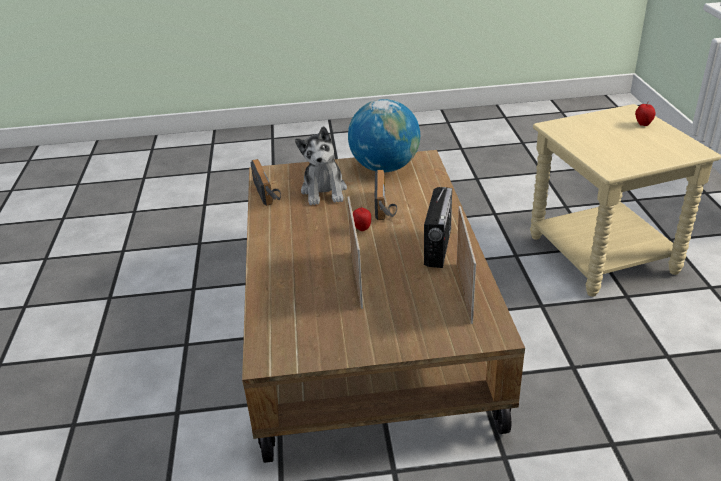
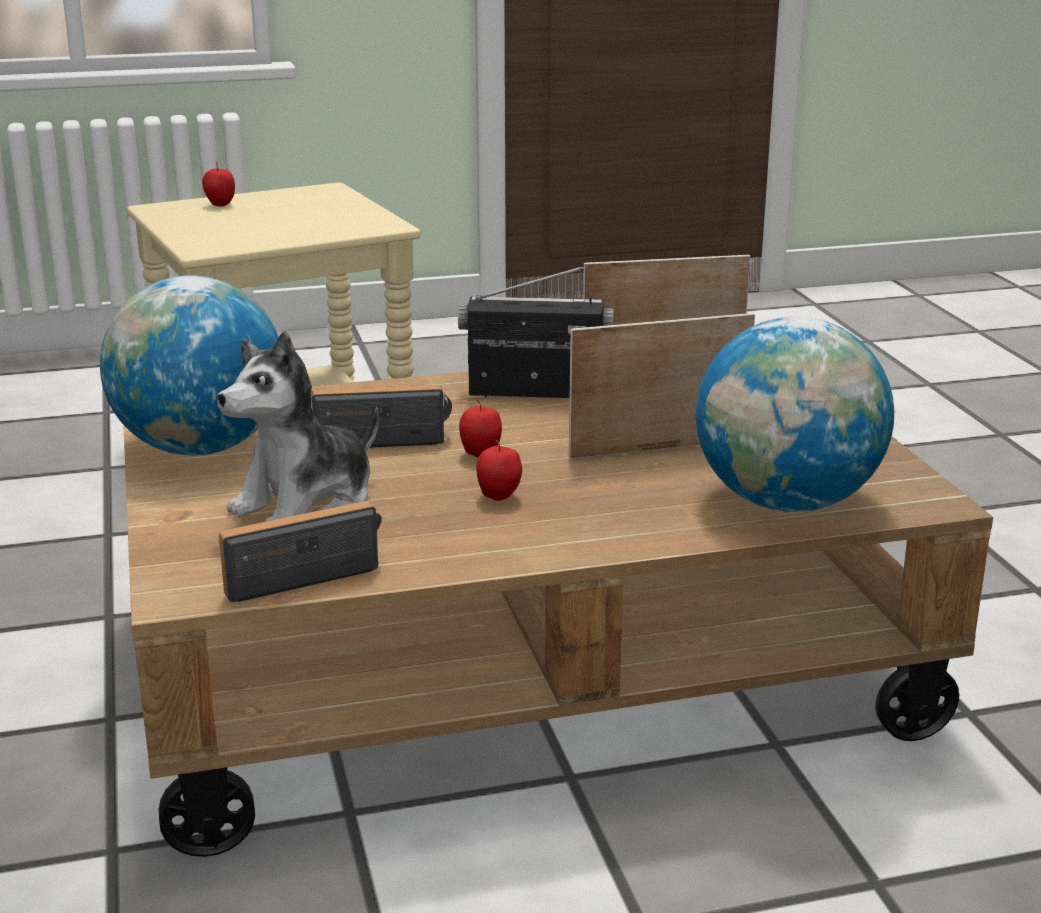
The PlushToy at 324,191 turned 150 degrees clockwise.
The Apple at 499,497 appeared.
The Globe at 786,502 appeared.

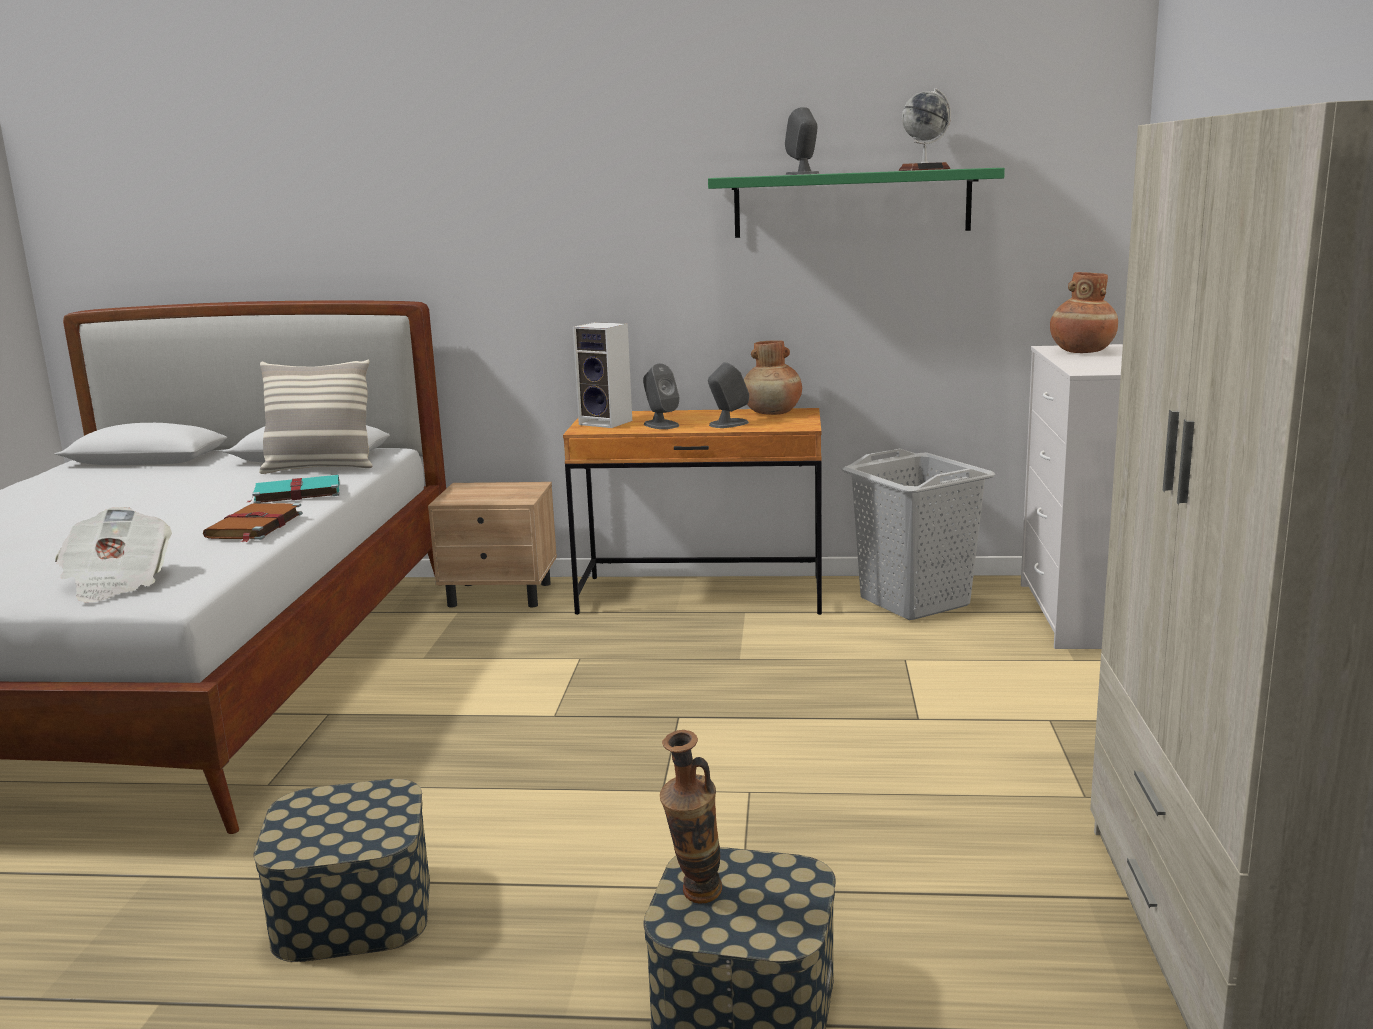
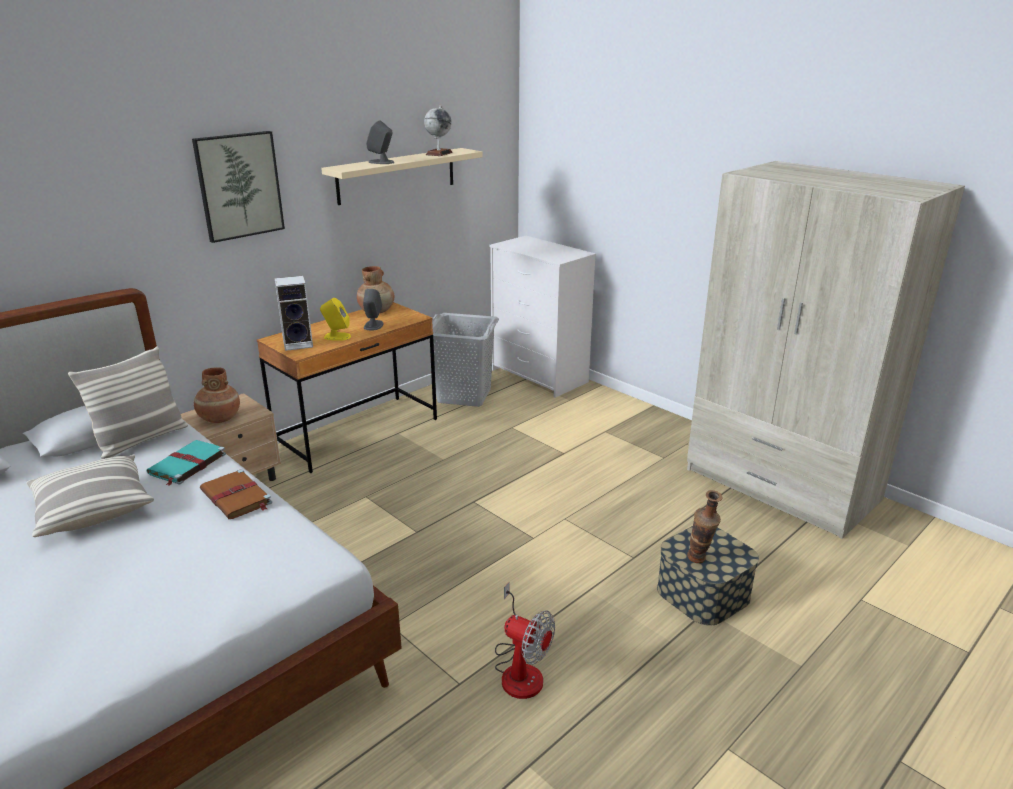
The Pillow at 92,508 appeared.
The Picture at 239,186 appeared.
The BrownVase moved from 1081,351 to 219,418.
The GreySpeaker at 661,425 became the YellowSpeaker at 337,336.
The GreenShelf at 851,203 became the BeigeShelf at 397,175.
The StorageBox at 353,909 was replaced by the Fan at 520,669.
The Newspaper at 117,583 disappeared.

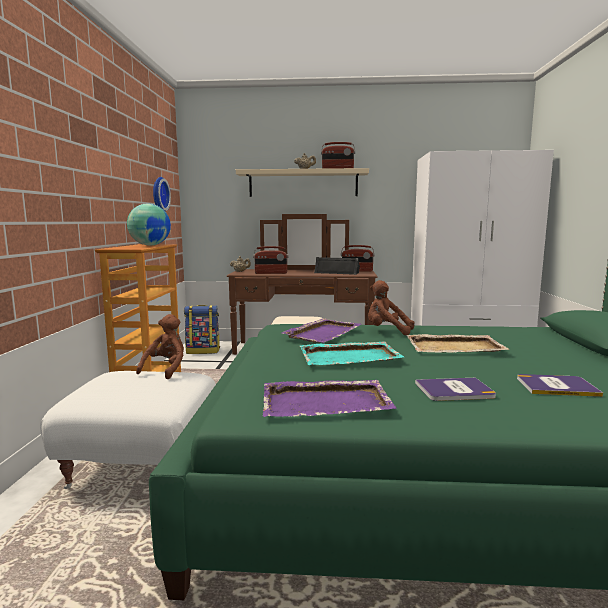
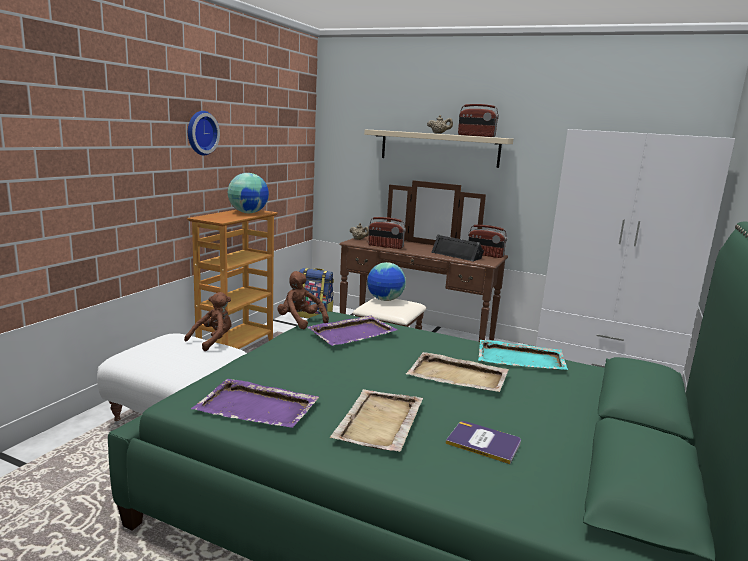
The WallClock moved from 158,194 to 200,133.
The BrownPlushToy moved from 387,331 to 300,321.
The Book at 454,390 was replaced by the BeigeTray at 378,423.
The Globe at 385,300 appeared.
The TurquoiseTray moved from 350,357 to 521,359.

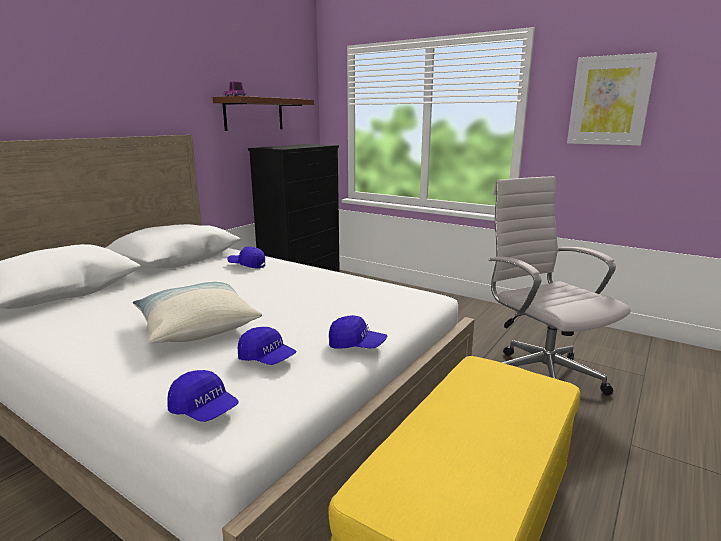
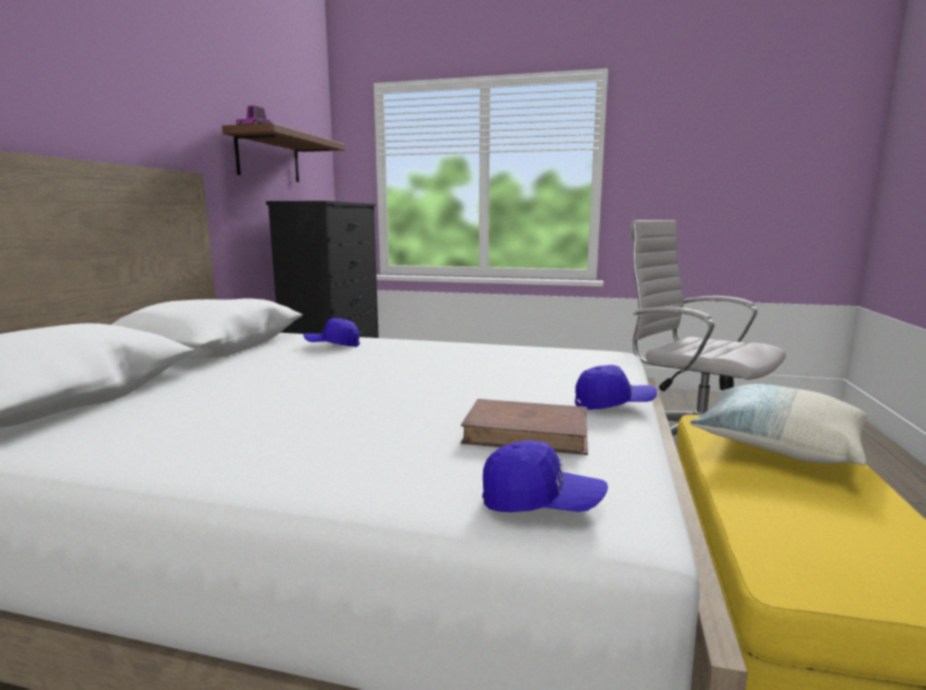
The BlueCap at 267,359 was replaced by the BrownBook at 527,433.
The Pillow moved from 196,327 to 778,445.
The Picture at 609,101 disappeared.

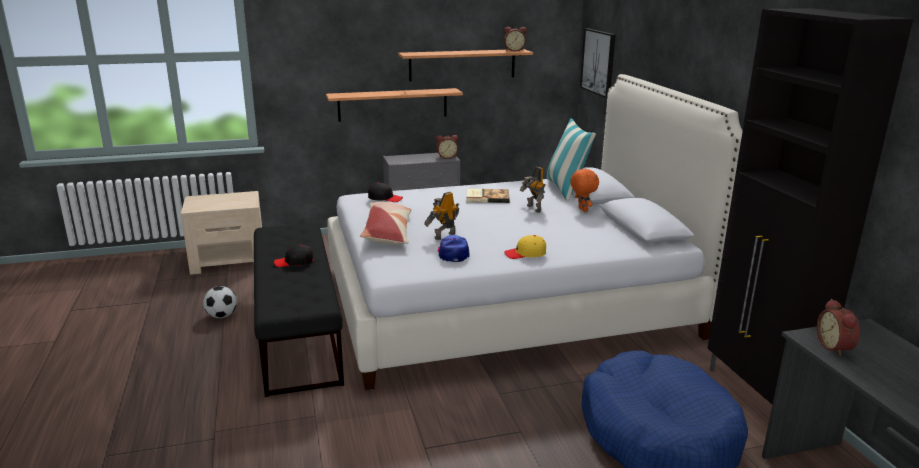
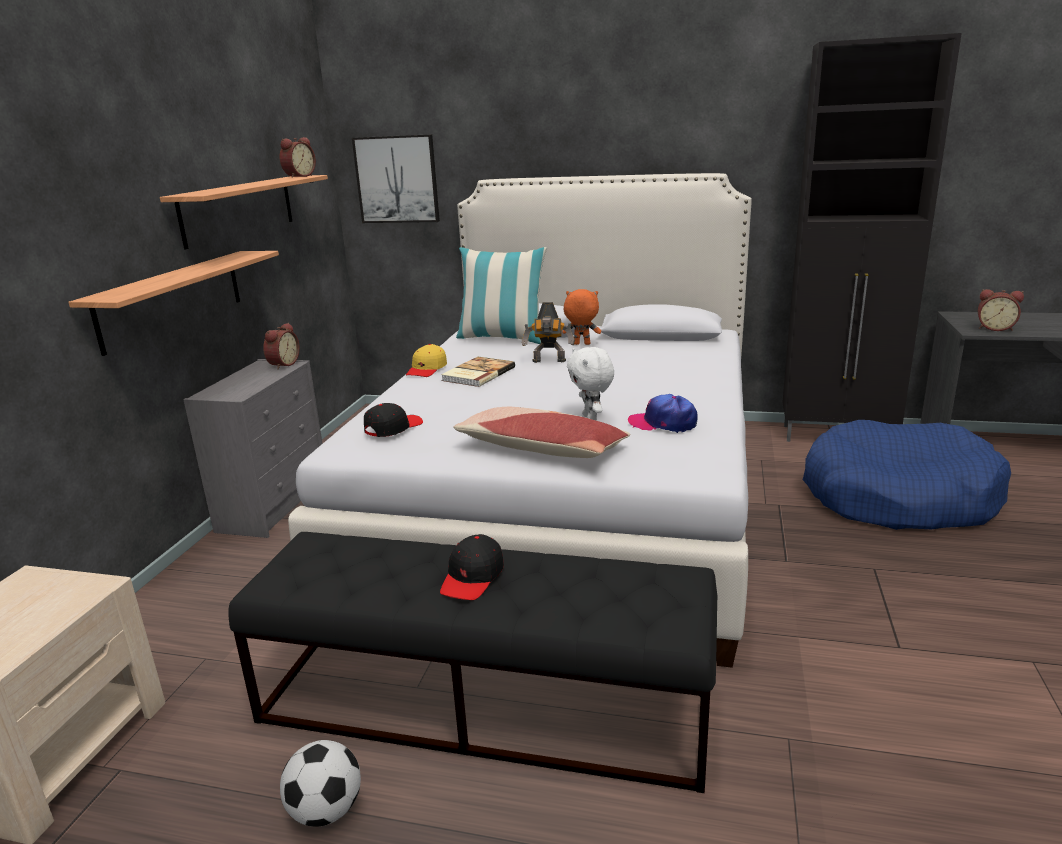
The YellowCap moved from 525,254 to 427,369.
The ToyRobot at 443,236 was replaced by the WhitePlushToy at 591,418.

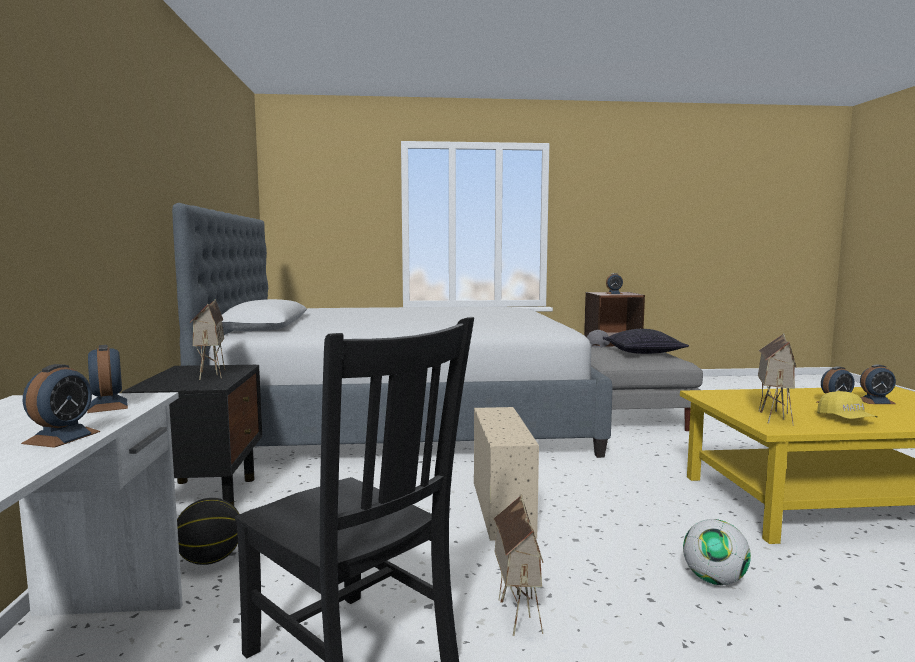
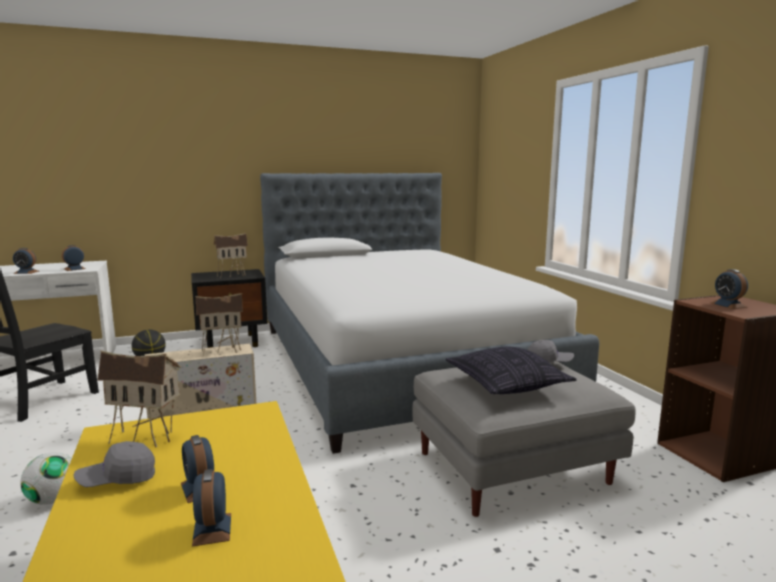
The YellowCap at 845,419 became the GreyCap at 117,479.
The ToyHouse moved from 516,612 to 222,350.

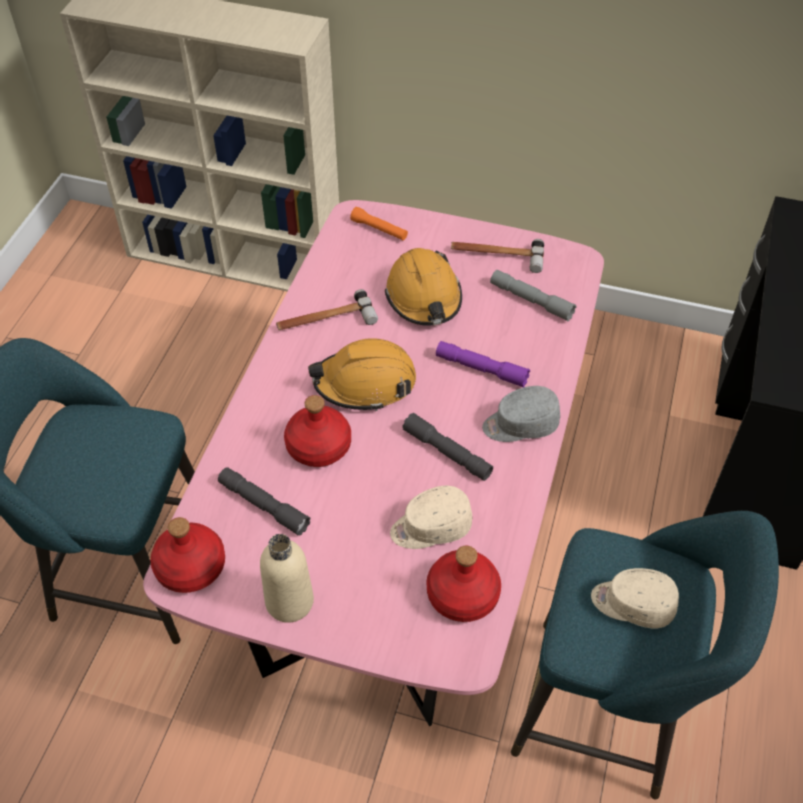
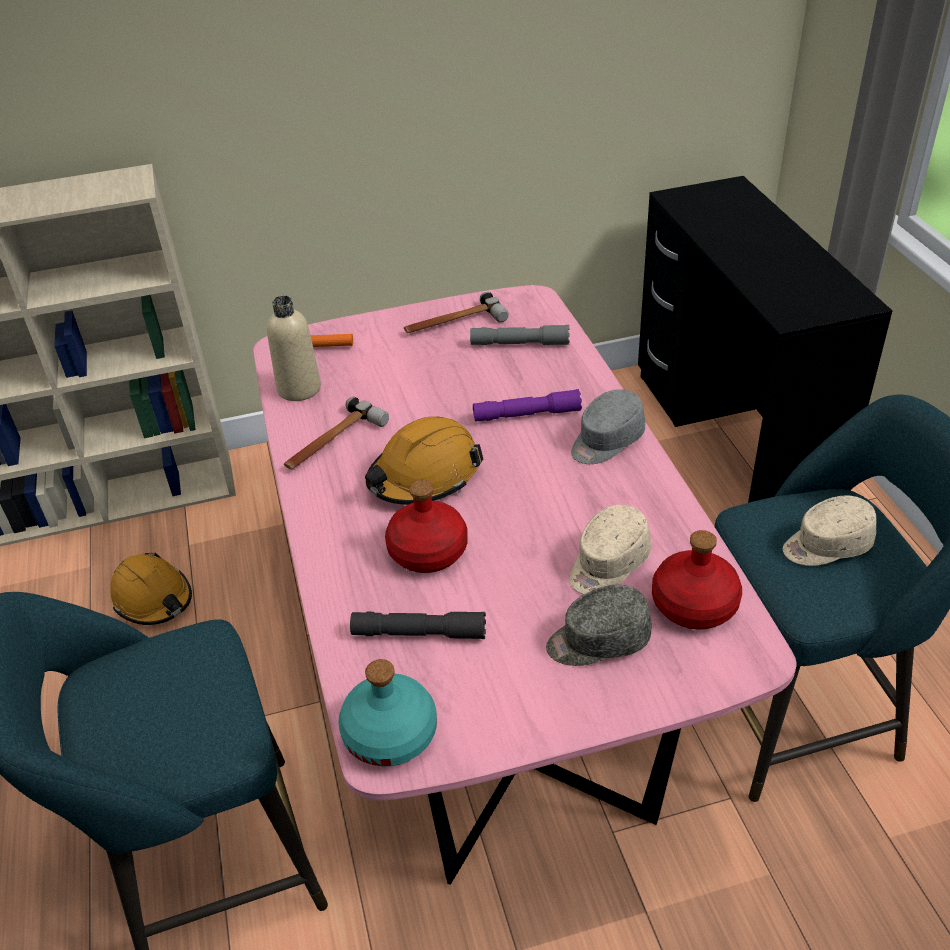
The OrangeHardHat moved from 424,297 to 153,598.
The BeigeBottle moved from 289,601 to 299,389.
The RedBottle at 191,566 became the TurquoiseBottle at 391,733.
The GreyCap at 597,641 appeared.
The GreyFlashlight at 447,452 disappeared.

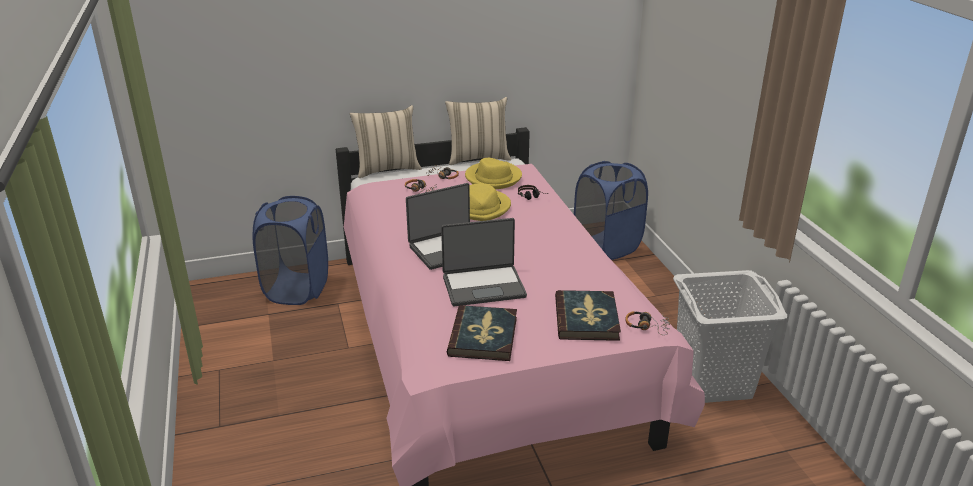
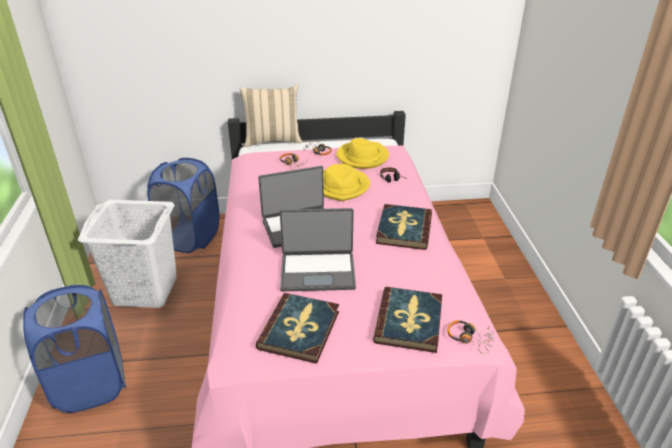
The BlueLaundryBasket moved from 606,246 to 91,385.
The WhiteLaundryBasket moved from 713,382 to 145,291.
The Book at 403,229 appeared.
The BeigePillow at 478,158 disappeared.

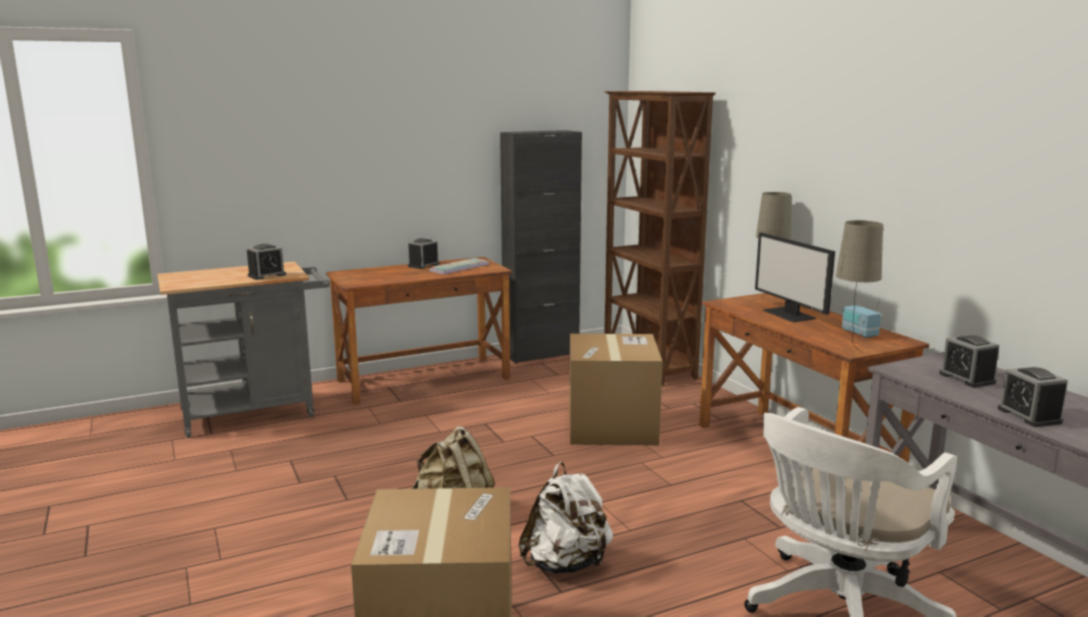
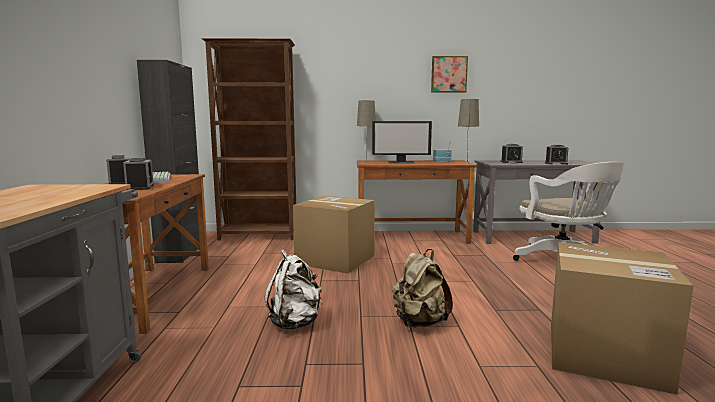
The AlarmClock moved from 267,275 to 140,187.
The WhiteBackpack moved from 566,564 to 295,323.
The Picture at 448,74 appeared.

